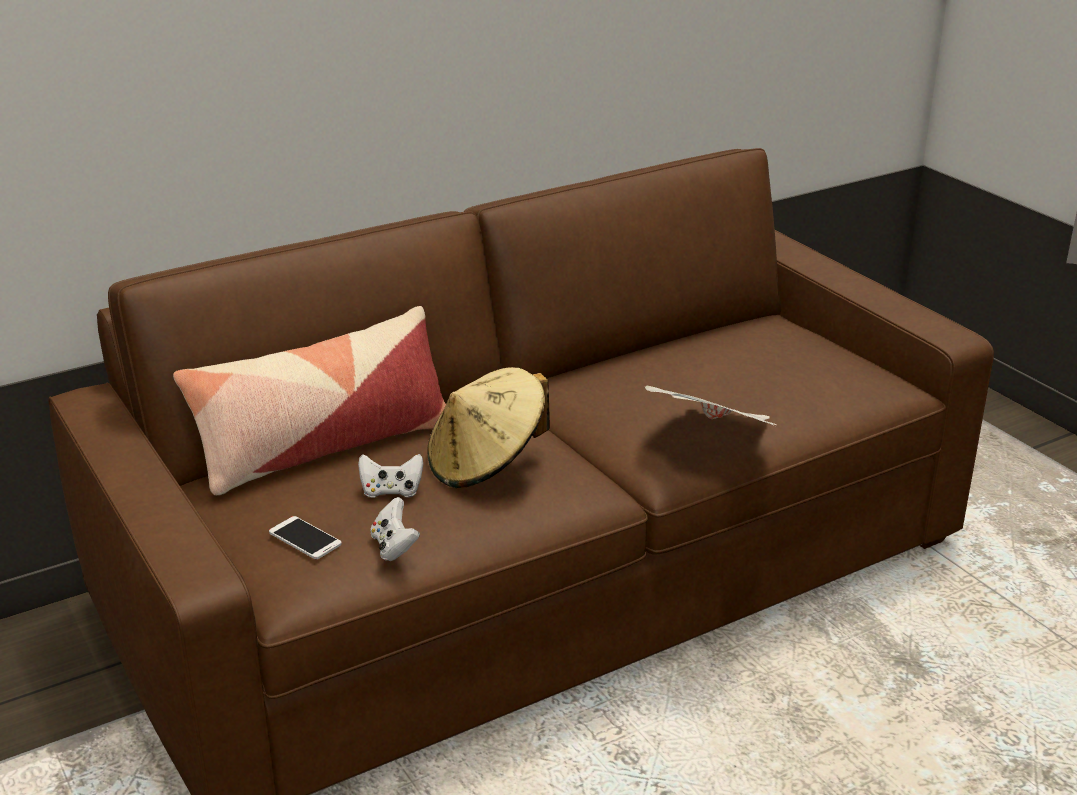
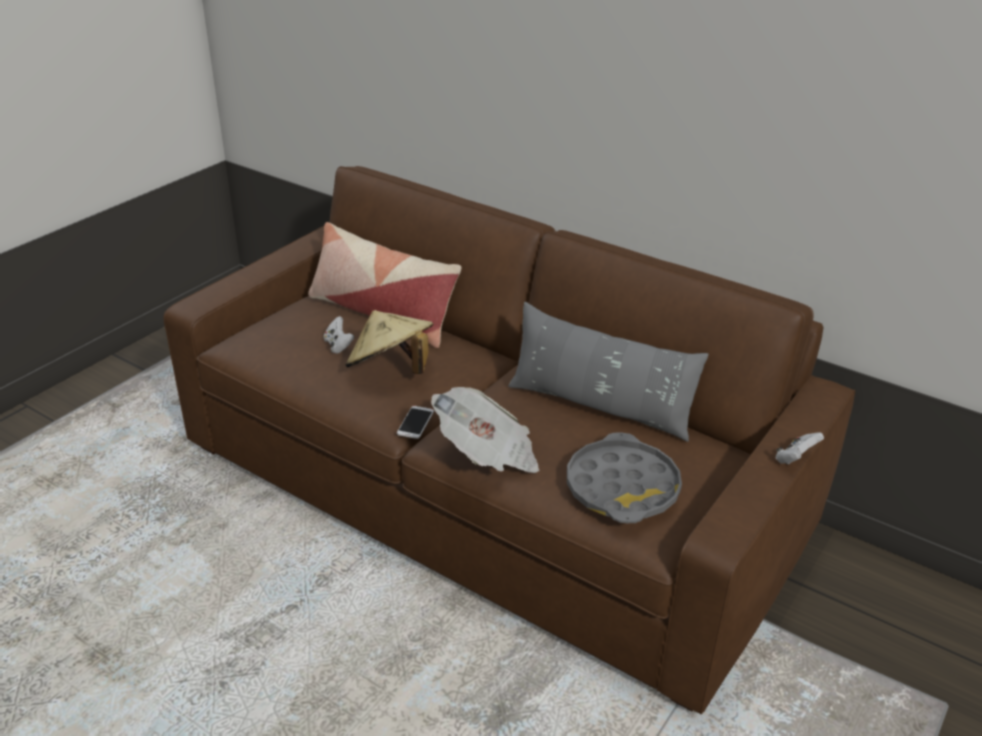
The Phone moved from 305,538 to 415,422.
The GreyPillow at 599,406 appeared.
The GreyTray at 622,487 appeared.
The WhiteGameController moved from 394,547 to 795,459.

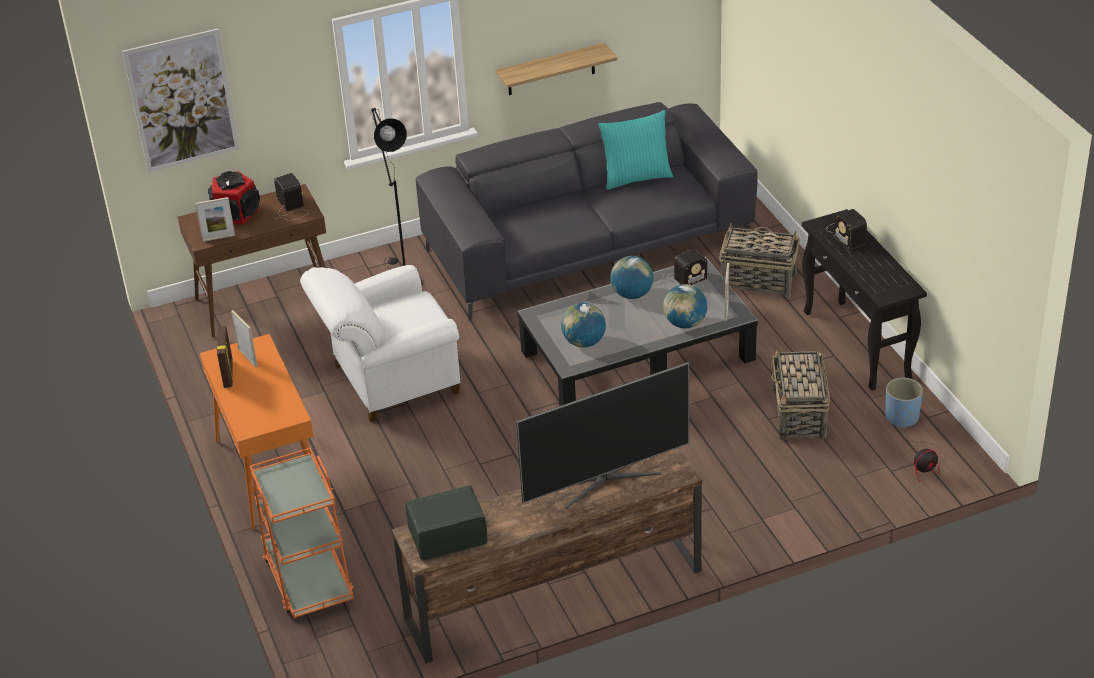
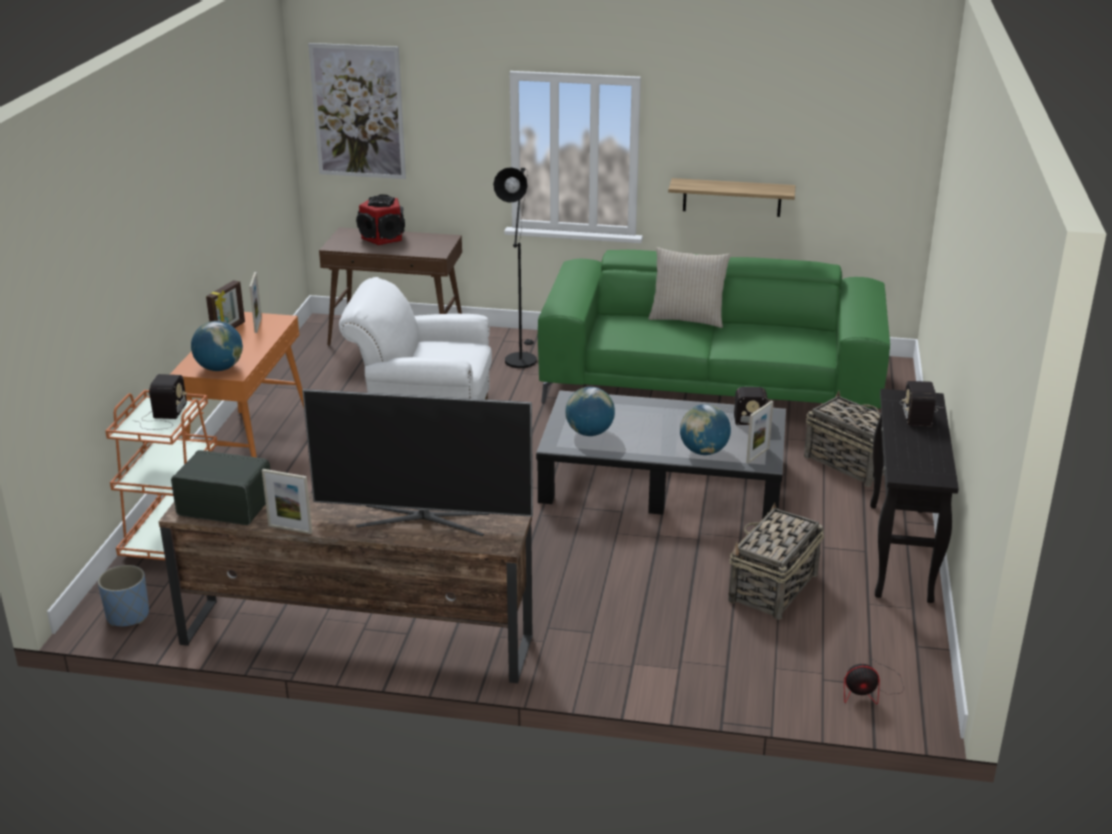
The BluePlanter moved from 901,417 to 128,616.
The Radio moved from 292,208 to 163,416.
The Globe moved from 632,294 to 219,368.
The PictureFrame moved from 218,238 to 290,529.
The GreySofa at 588,245 became the GreenSofa at 711,384.
The BeigePillow at 687,319 appeared.
The TurquoisePillow at 636,177 disappeared.

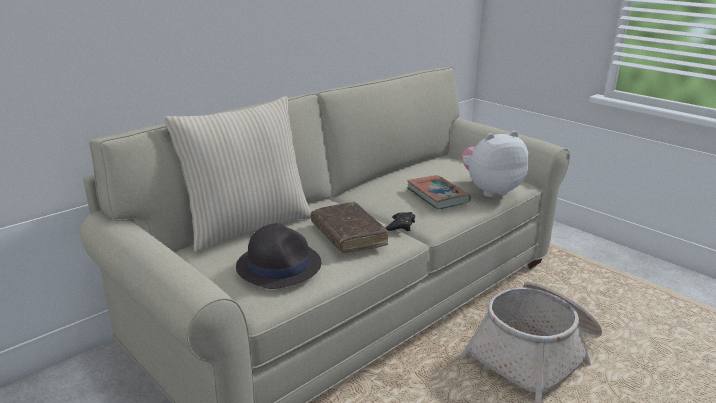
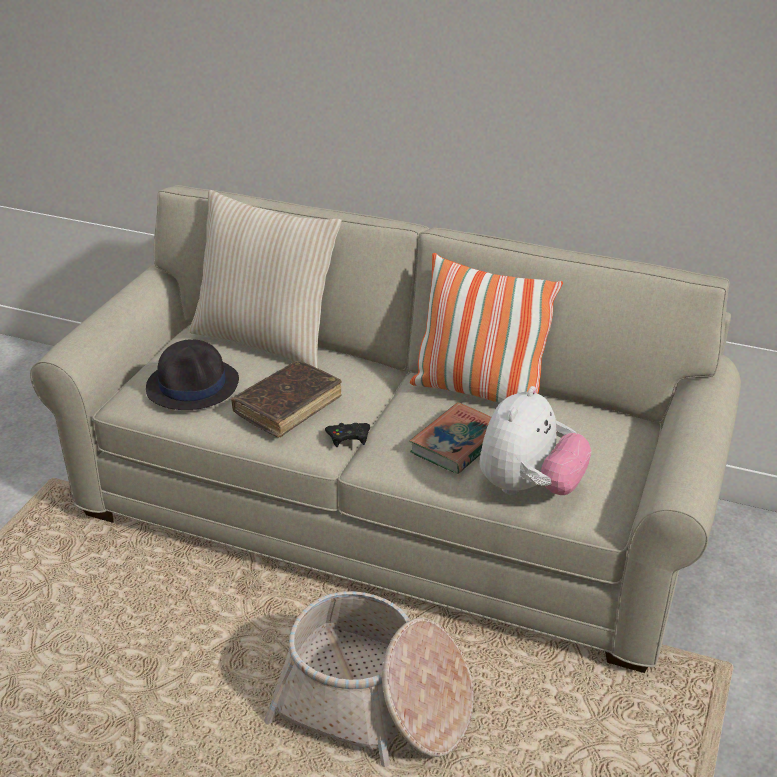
The Pillow at 478,391 appeared.
The PlushToy at 490,190 turned 75 degrees clockwise.

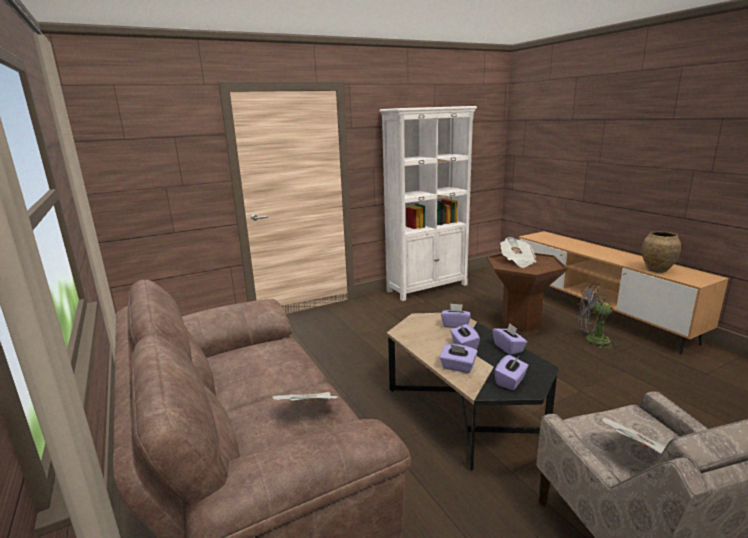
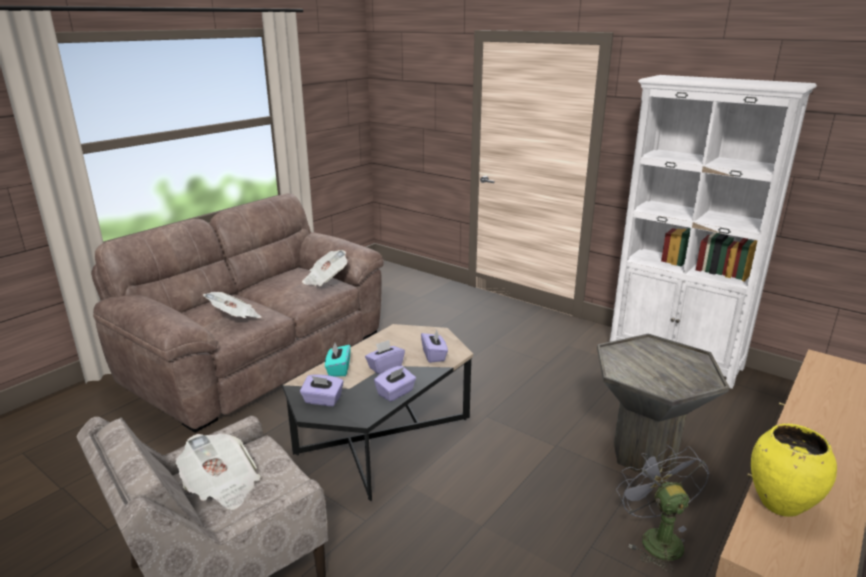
The Newspaper moved from 517,262 to 325,279.
The PurpleTissueBox at 457,367 became the TurquoiseTissueBox at 338,369.
The BrownSideTable at 520,323 became the GreySideTable at 644,456.
The BrownVase at 656,270 became the YellowVase at 779,504.

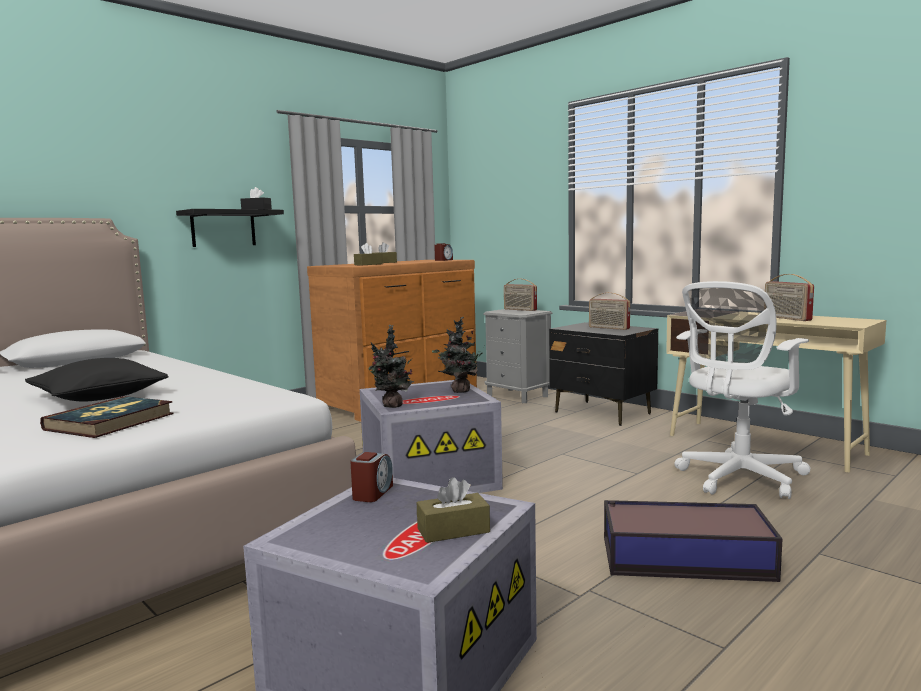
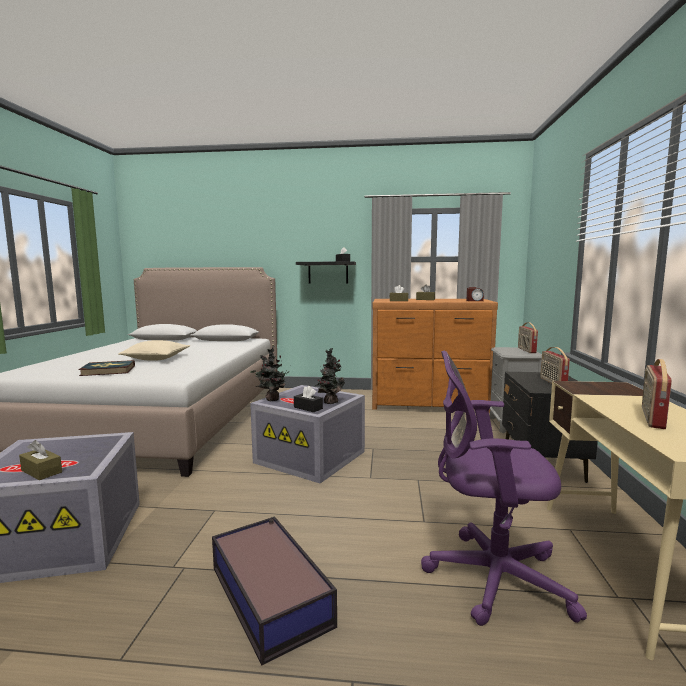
The BlackPillow at 99,396 became the BeigePillow at 156,358.
The BlackTissueBox at 308,408 appeared.
The WhiteOfficeChair at 738,479 became the PurpleOfficeChair at 490,577.
The AlarmClock at 372,493 disappeared.

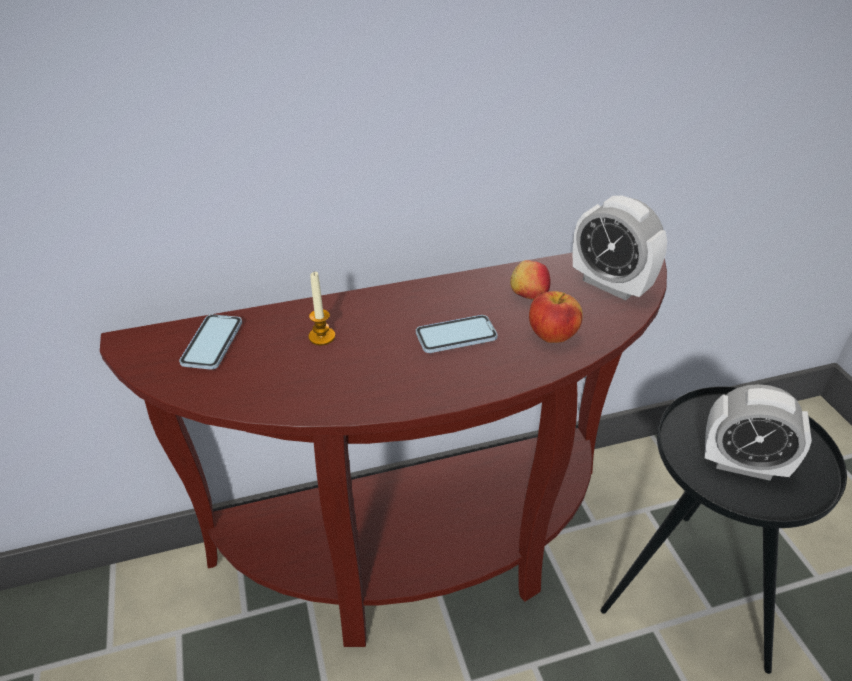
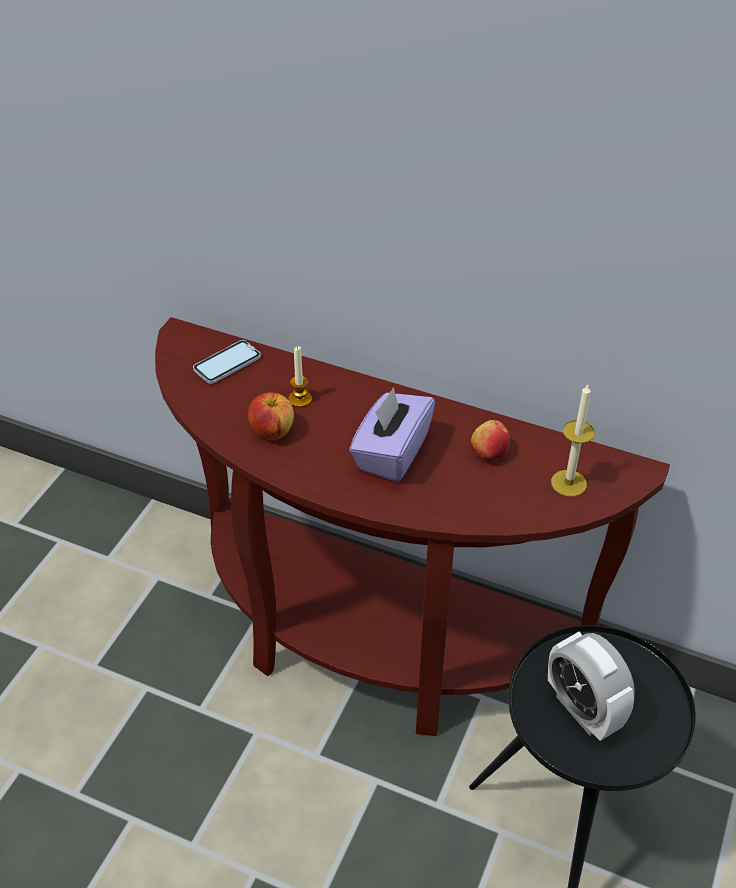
The Apple moved from 552,335 to 272,431.
The Phone at 456,336 was replaced by the PurpleTissueBox at 391,453.
The AlarmClock at 610,285 was replaced by the Candle at 568,483.

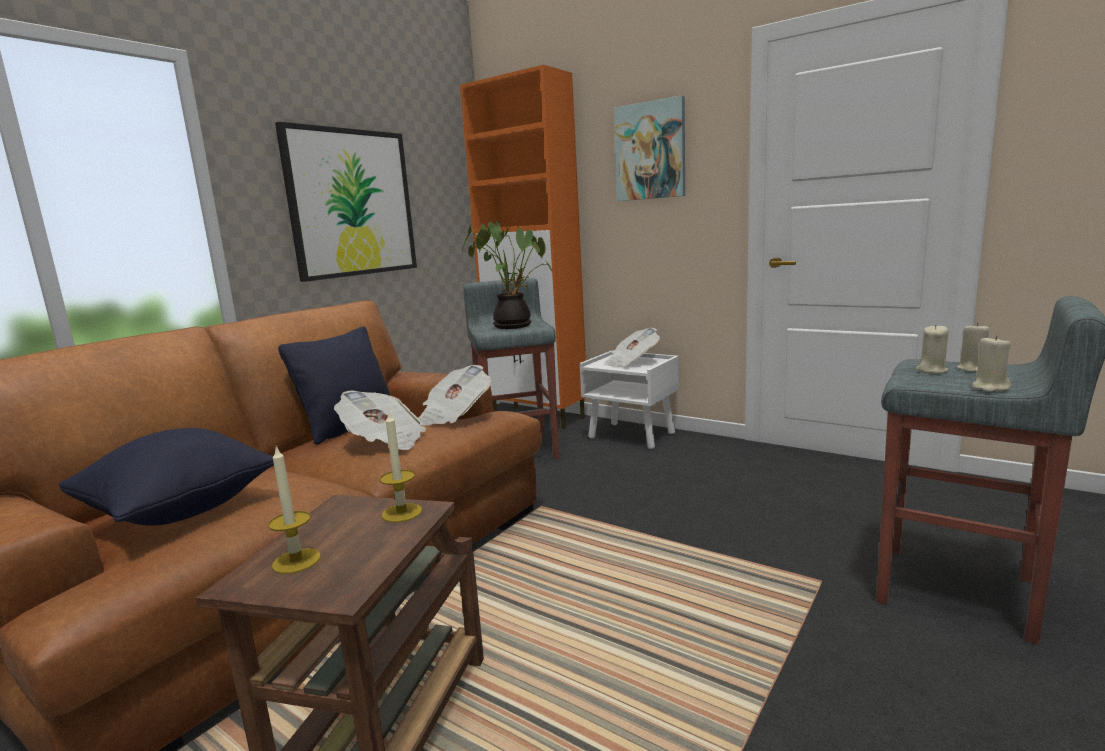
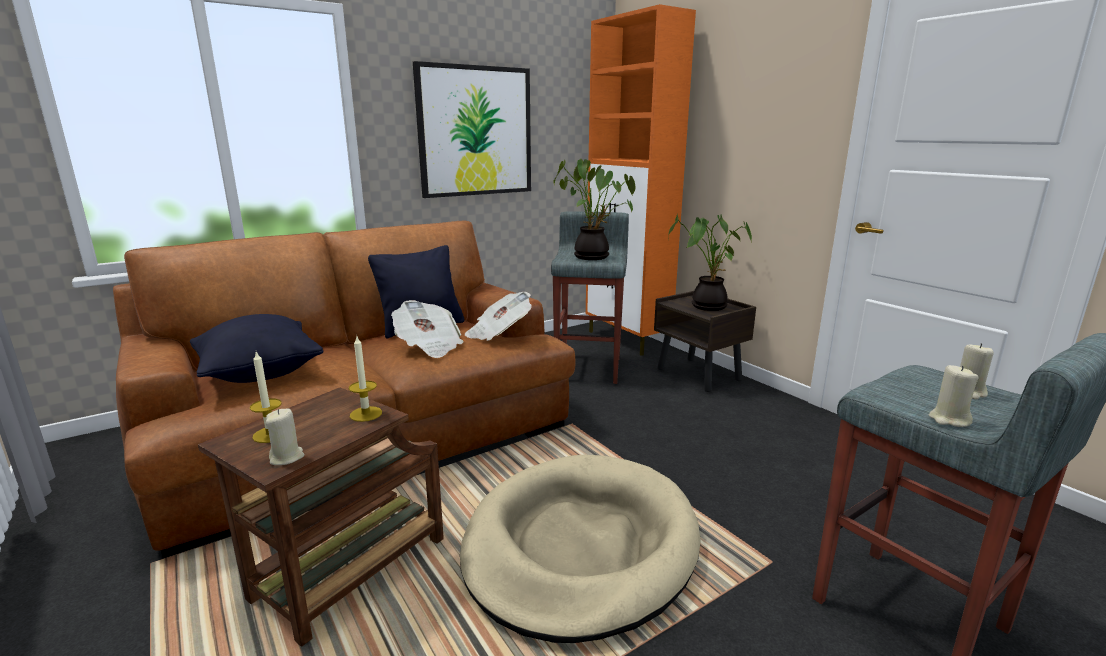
The BeigeCandle moved from 931,370 to 287,457.
The BeigeDogBed at 580,546 appeared.
The WhiteNightstand at 632,435 became the BrownNightstand at 699,375.
The Newspaper at 631,362 was replaced by the PottedPlant at 706,305.
The Picture at 650,151 disappeared.

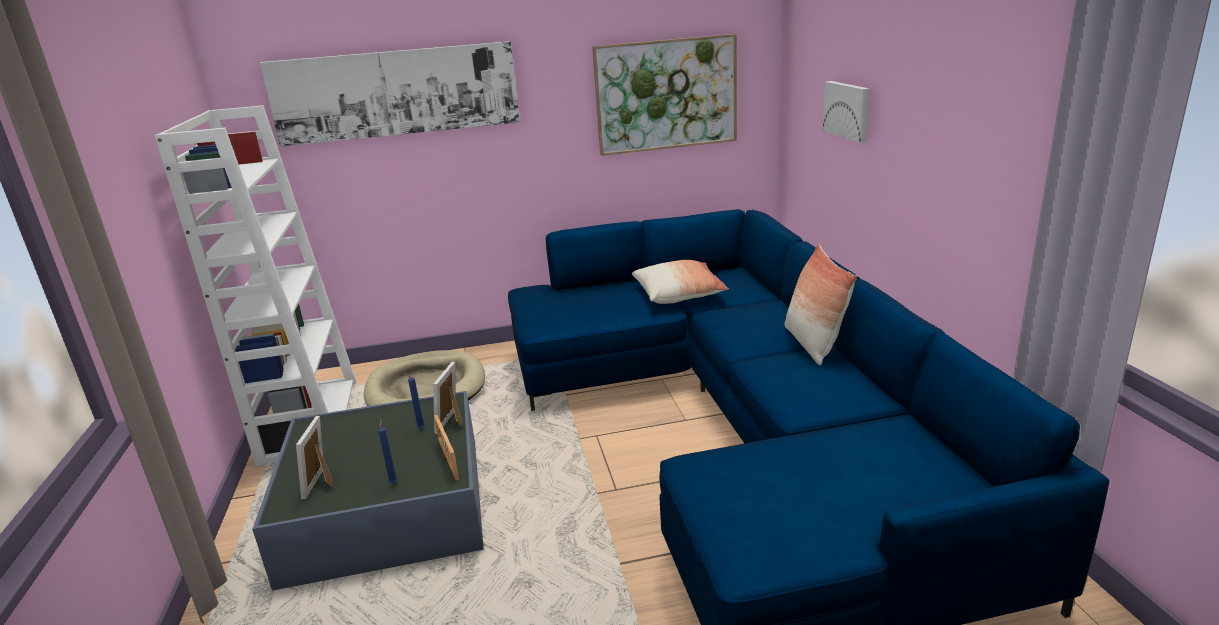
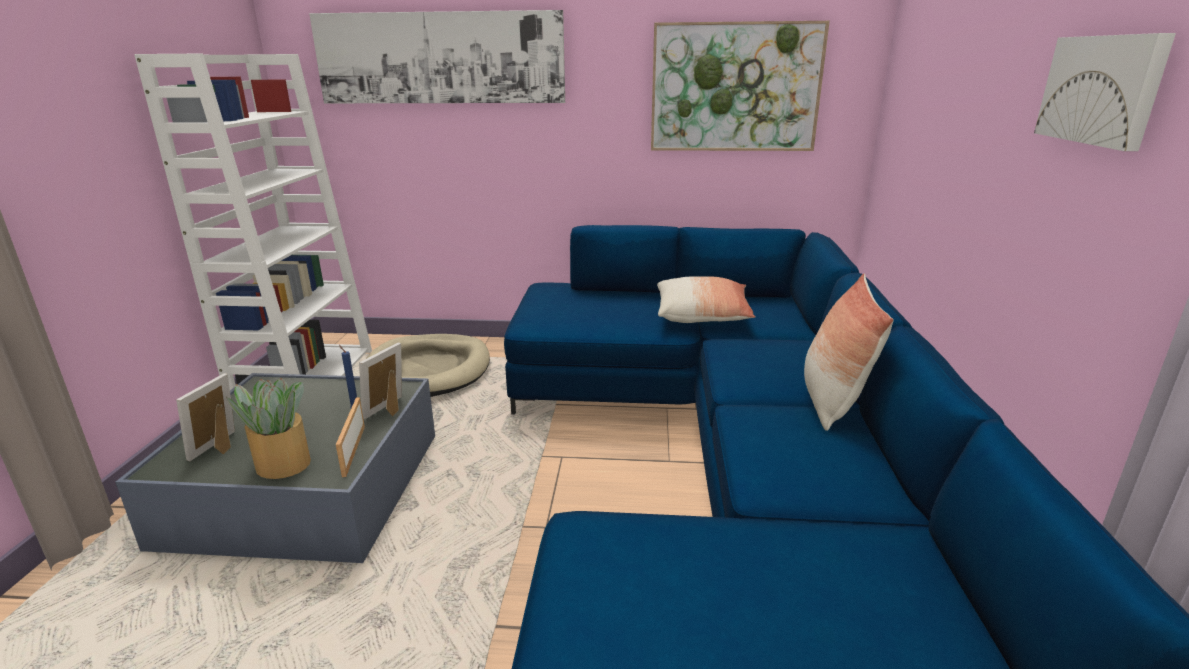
The BlueCandle at 394,483 was replaced by the PottedPlant at 282,464.
The Picture moved from 848,110 to 1103,90.

